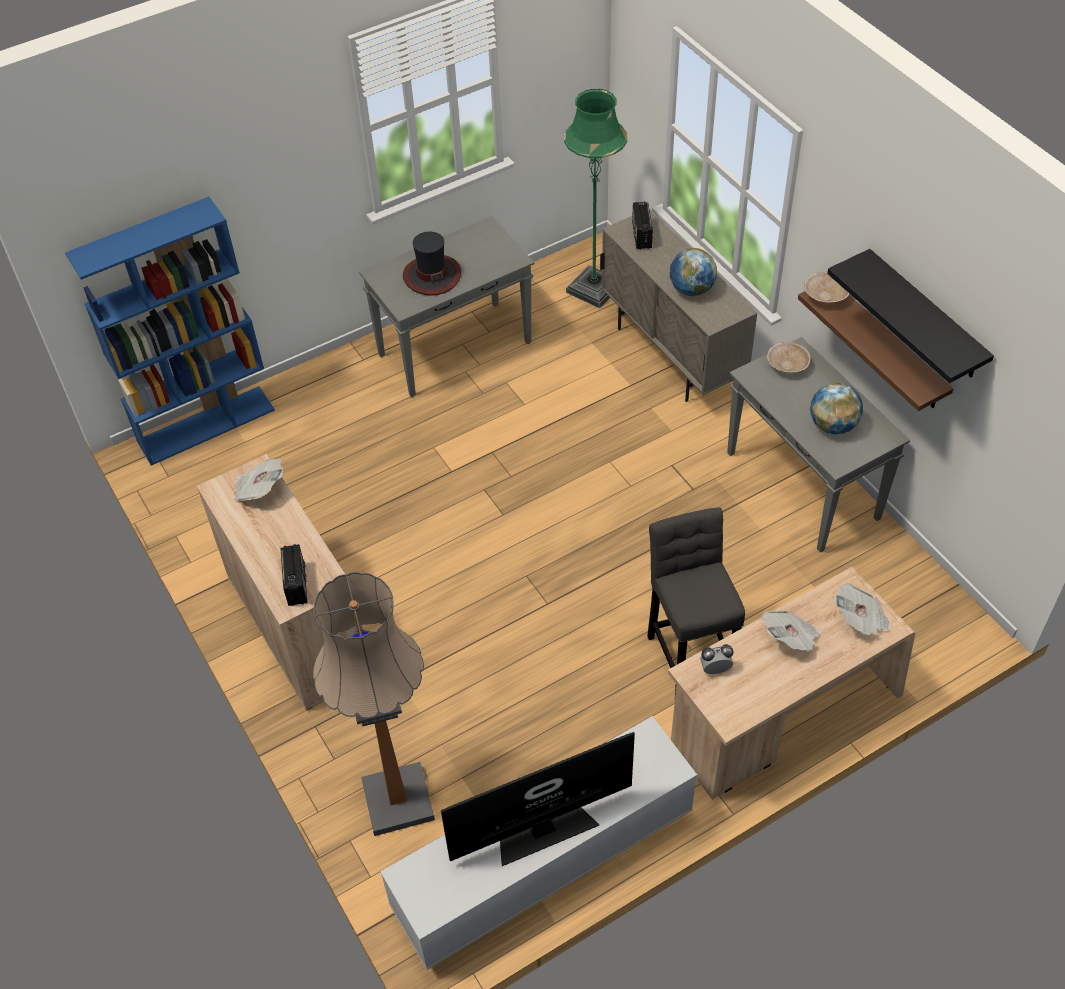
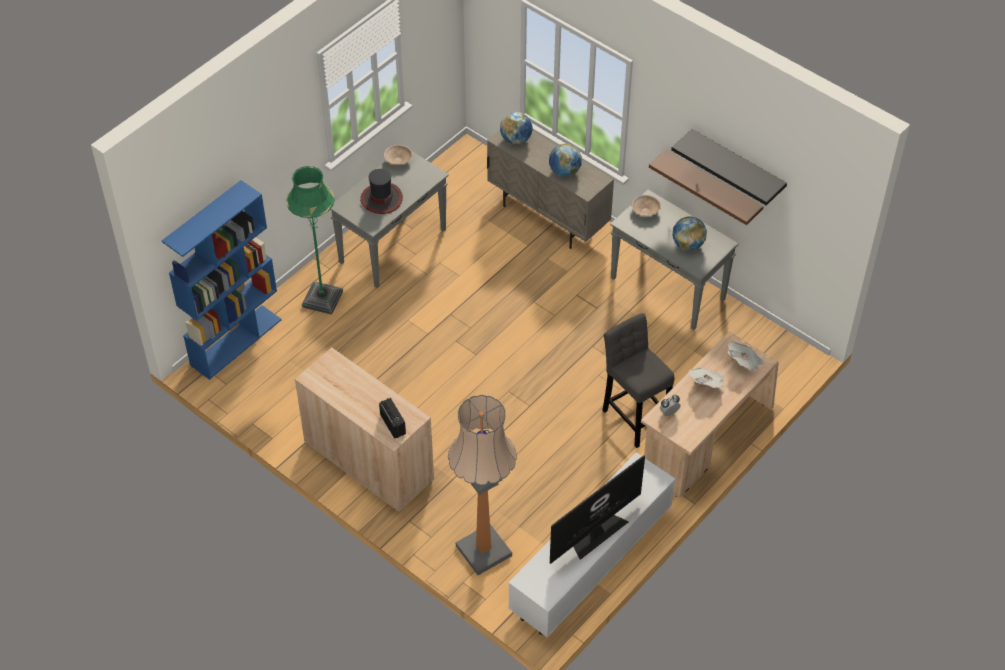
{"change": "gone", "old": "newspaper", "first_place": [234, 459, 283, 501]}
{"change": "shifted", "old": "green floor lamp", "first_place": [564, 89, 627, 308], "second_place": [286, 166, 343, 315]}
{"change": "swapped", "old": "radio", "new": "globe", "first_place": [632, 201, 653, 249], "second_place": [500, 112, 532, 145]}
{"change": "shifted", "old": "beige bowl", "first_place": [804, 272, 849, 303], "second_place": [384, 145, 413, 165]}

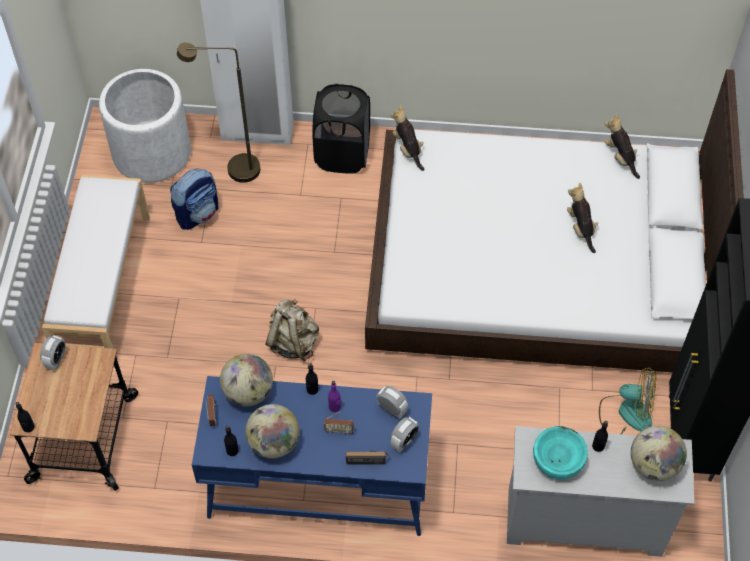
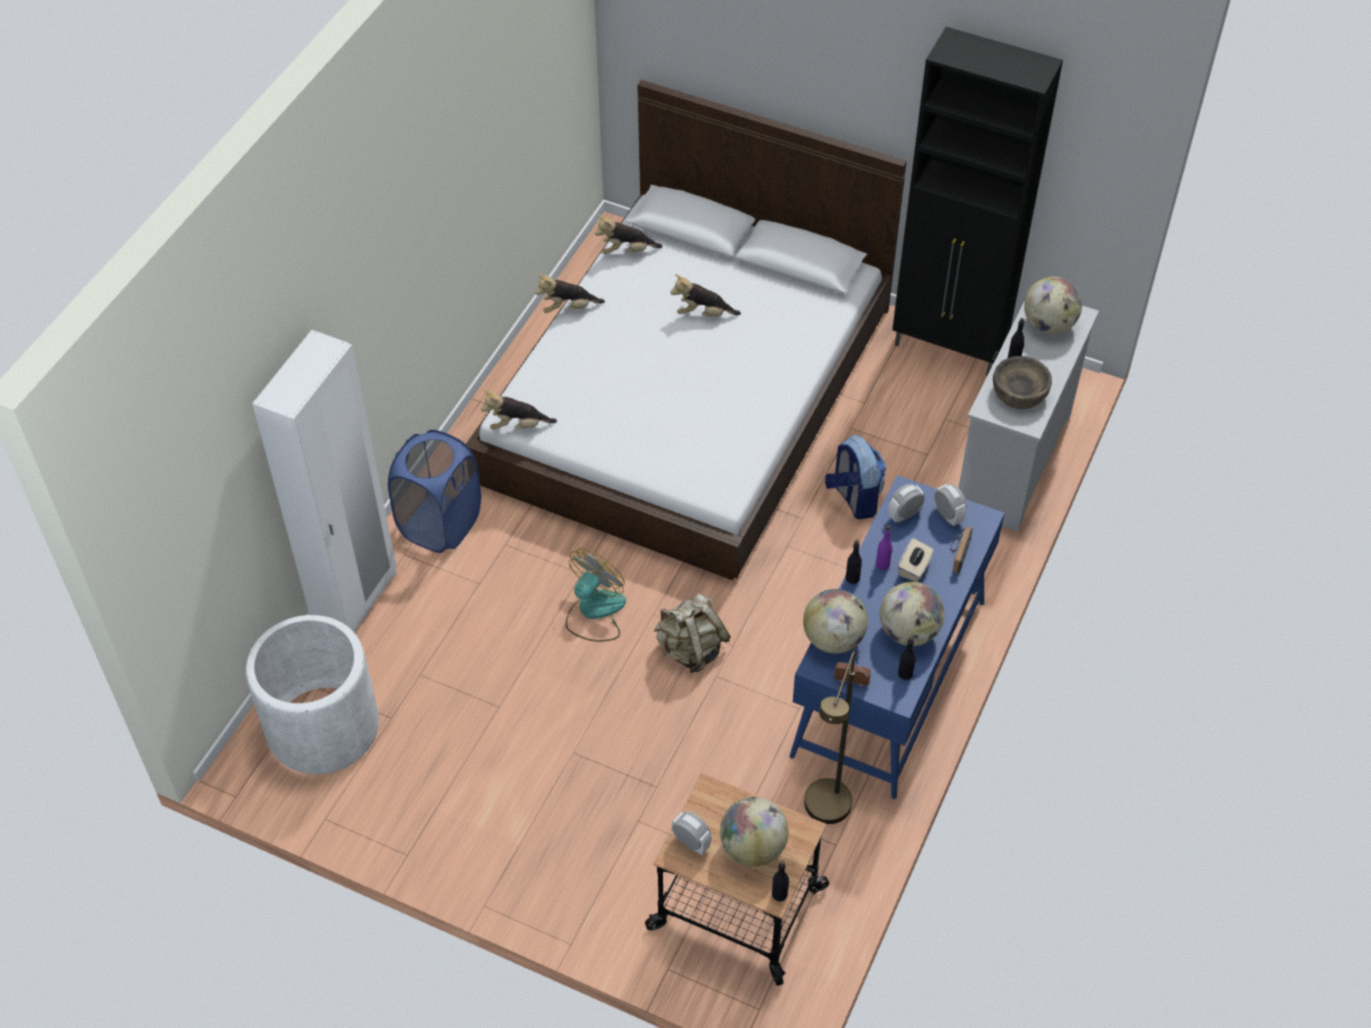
{"change": "gone", "old": "white bench", "first_place": [42, 175, 150, 367]}
{"change": "shifted", "old": "backpack", "first_place": [170, 169, 218, 230], "second_place": [825, 435, 886, 519]}
{"change": "shifted", "old": "brown floor lamp", "first_place": [177, 42, 260, 183], "second_place": [804, 650, 856, 824]}
{"change": "repainted", "old": "black laundry basket", "new": "blue laundry basket", "first_place": [312, 84, 370, 174], "second_place": [388, 430, 481, 553]}
{"change": "swapped", "old": "radio", "new": "beige tissue box", "first_place": [324, 411, 354, 435], "second_place": [898, 538, 933, 582]}
{"change": "repainted", "old": "turquoise bowl", "new": "brown bowl", "first_place": [533, 426, 588, 479], "second_place": [993, 356, 1052, 409]}
{"change": "shifted", "old": "fan", "first_place": [599, 367, 656, 434], "second_place": [566, 548, 626, 642]}
{"change": "new", "new": "plush toy", "second_place": [535, 274, 605, 313]}
{"change": "new", "new": "globe", "second_place": [720, 797, 789, 866]}

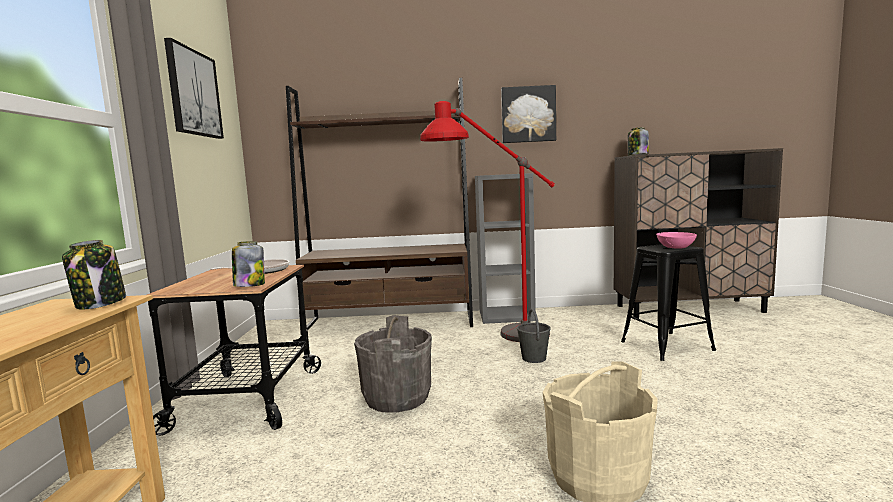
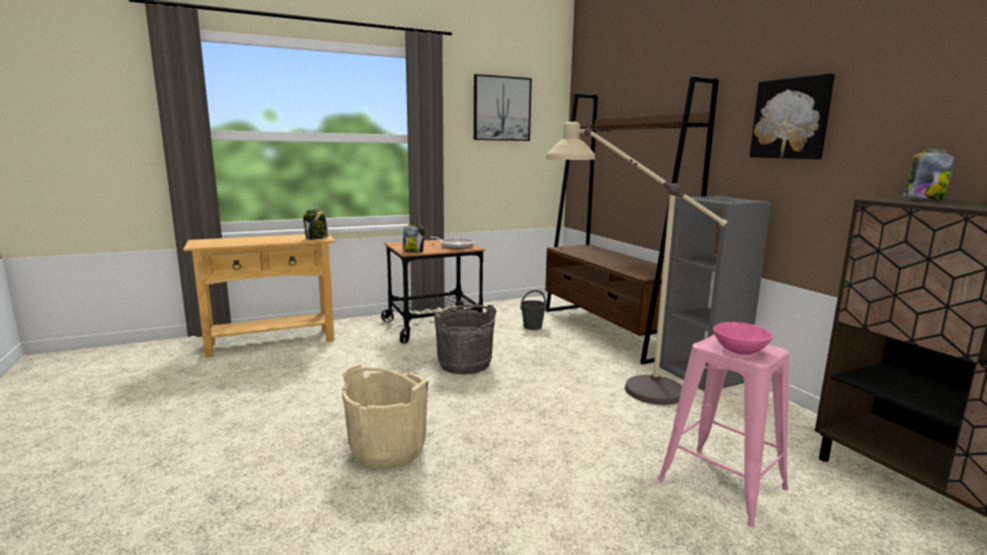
{"change": "repainted", "old": "red floor lamp", "new": "beige floor lamp", "first_place": [420, 101, 555, 342], "second_place": [546, 122, 728, 405]}
{"change": "shifted", "old": "grey bucket", "first_place": [517, 308, 551, 363], "second_place": [521, 290, 546, 330]}
{"change": "repainted", "old": "black stool", "new": "pink stool", "first_place": [621, 244, 716, 361], "second_place": [658, 334, 789, 528]}

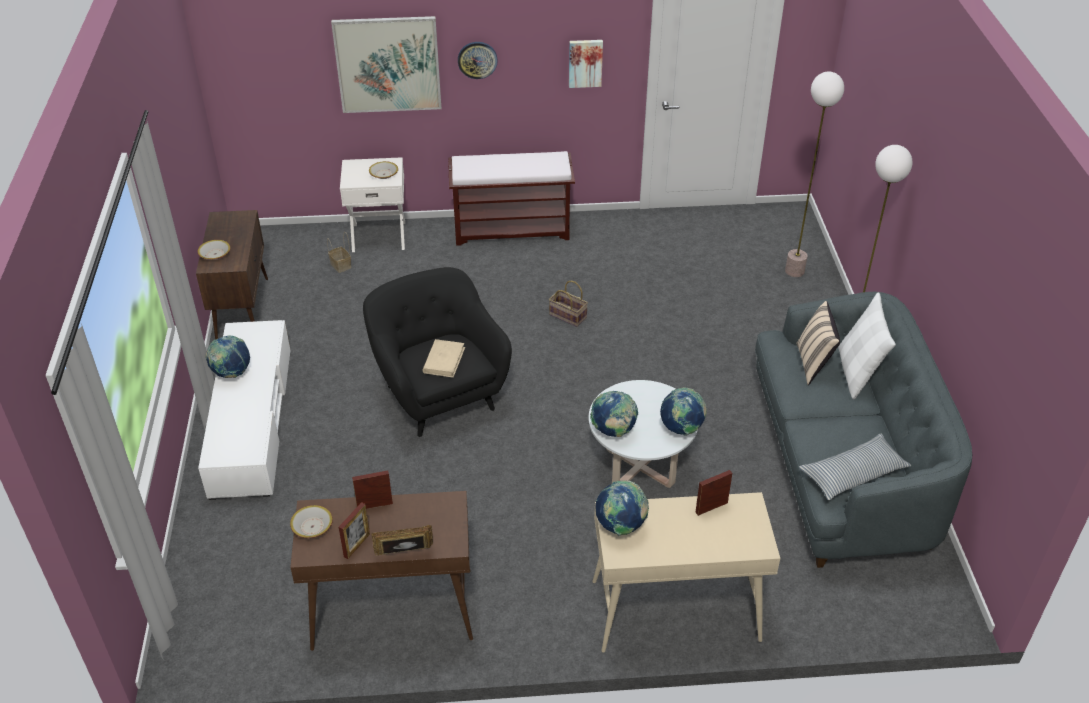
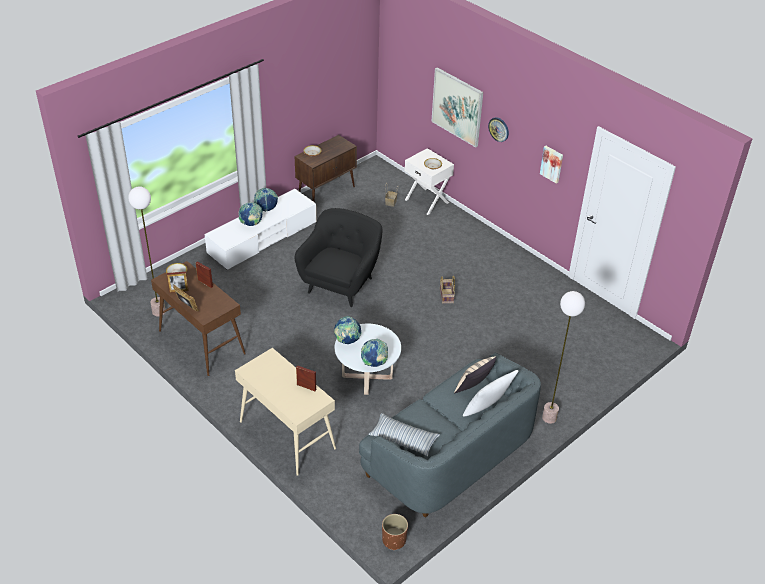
{"change": "gone", "old": "beige book", "first_place": [422, 339, 465, 378]}
{"change": "gone", "old": "brown bench", "first_place": [448, 151, 575, 246]}
{"change": "shifted", "old": "globe", "first_place": [595, 481, 649, 536], "second_place": [239, 202, 263, 226]}
{"change": "shifted", "old": "floor lamp", "first_place": [785, 71, 844, 277], "second_place": [128, 186, 165, 316]}
{"change": "new", "new": "brown planter", "second_place": [382, 514, 408, 550]}

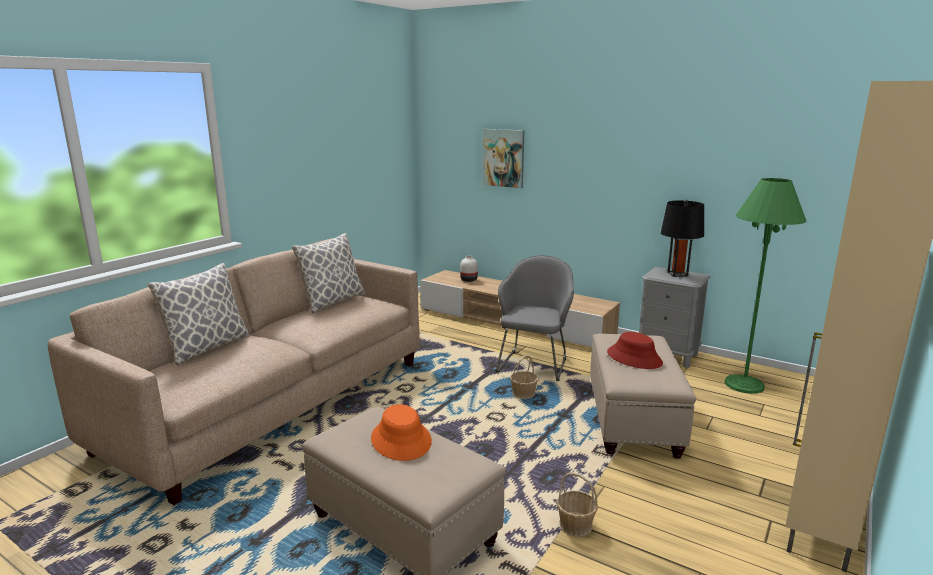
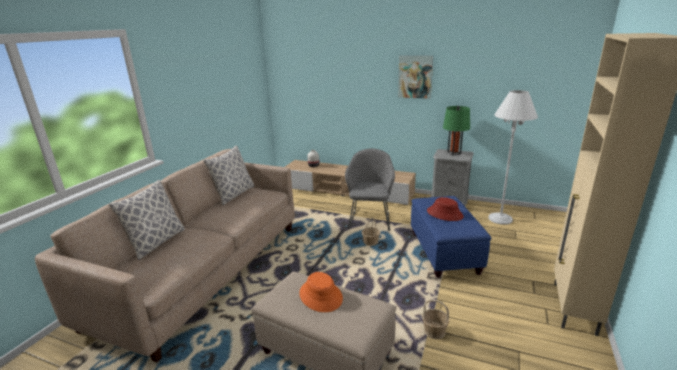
{"change": "shifted", "old": "picture", "first_place": [482, 129, 525, 188], "second_place": [398, 55, 433, 99]}
{"change": "repainted", "old": "beige ottoman", "new": "blue ottoman", "first_place": [590, 334, 696, 459], "second_place": [411, 196, 492, 278]}
{"change": "repainted", "old": "black table lamp", "new": "green table lamp", "first_place": [661, 200, 704, 277], "second_place": [443, 106, 470, 155]}
{"change": "repainted", "old": "green floor lamp", "new": "white floor lamp", "first_place": [724, 178, 806, 394], "second_place": [488, 90, 538, 225]}

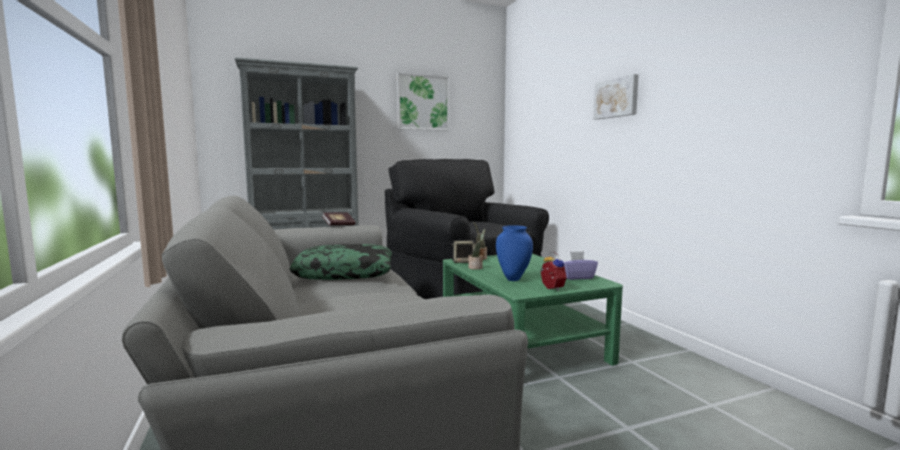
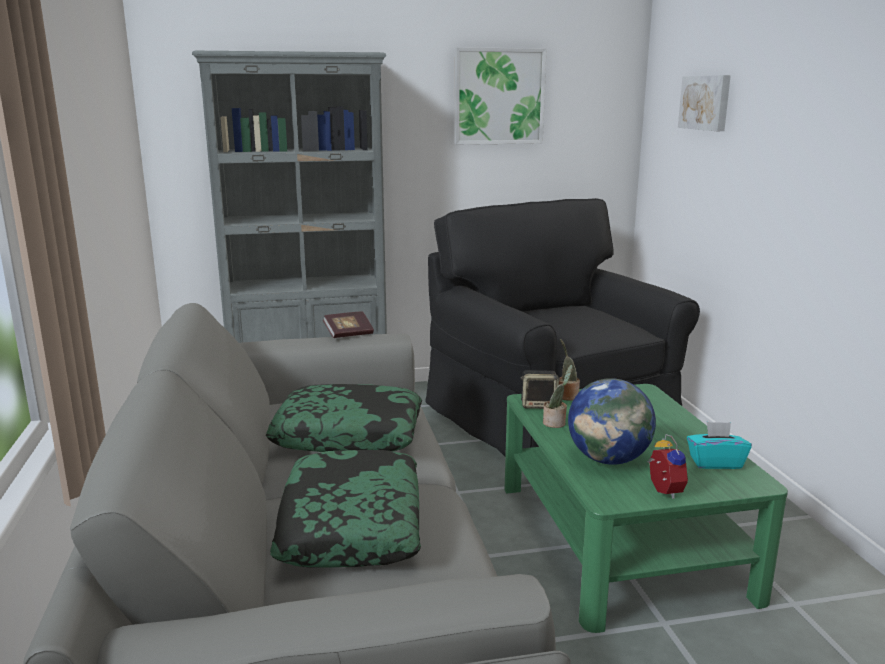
{"change": "swapped", "old": "blue vase", "new": "globe", "first_place": [496, 225, 533, 281], "second_place": [568, 378, 656, 465]}
{"change": "repainted", "old": "purple tissue box", "new": "turquoise tissue box", "first_place": [563, 251, 598, 280], "second_place": [687, 422, 752, 469]}
{"change": "shifted", "old": "picture", "first_place": [593, 74, 639, 120], "second_place": [678, 75, 731, 131]}
{"change": "new", "new": "pillow", "second_place": [270, 450, 421, 568]}

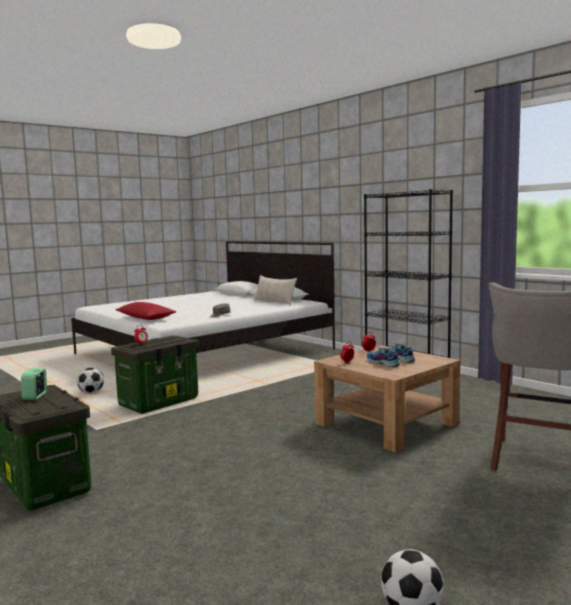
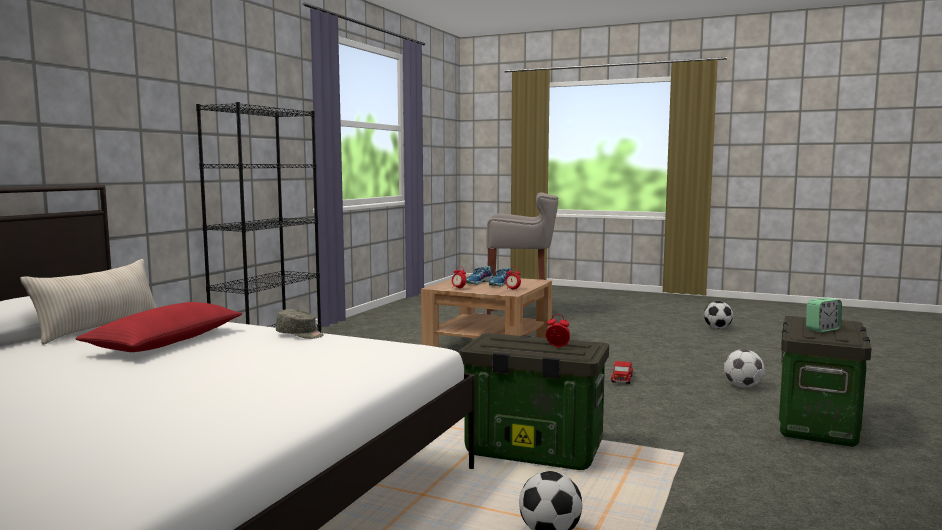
{"change": "shifted", "old": "red pillow", "first_place": [116, 302, 177, 320], "second_place": [75, 302, 242, 352]}
{"change": "new", "new": "toy truck", "second_place": [611, 361, 633, 384]}
{"change": "new", "new": "football", "second_place": [724, 349, 765, 388]}

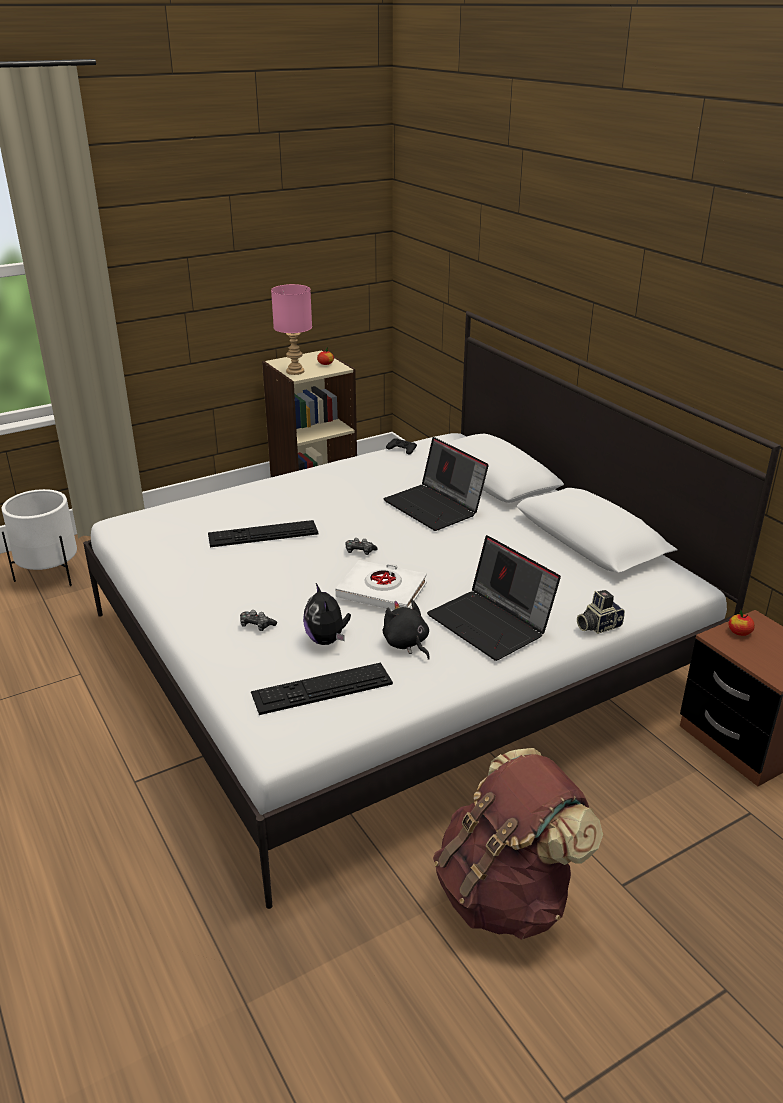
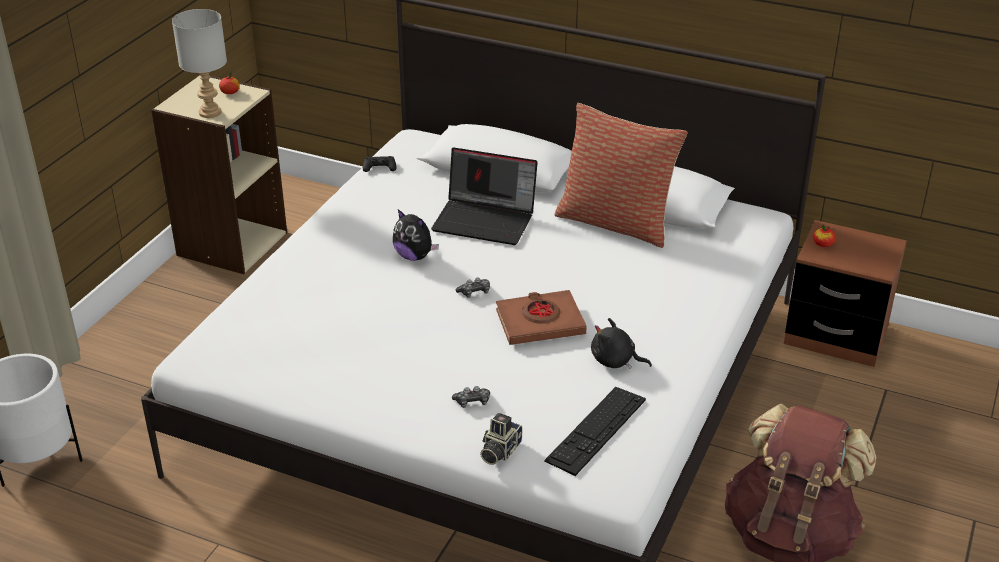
{"change": "gone", "old": "keyboard", "first_place": [208, 520, 318, 547]}
{"change": "repainted", "old": "pink table lamp", "new": "grey table lamp", "first_place": [271, 284, 312, 375], "second_place": [172, 9, 227, 118]}
{"change": "shifted", "old": "plush toy", "first_place": [303, 583, 351, 645], "second_place": [393, 209, 439, 261]}
{"change": "repainted", "old": "white book", "new": "brown book", "first_place": [335, 560, 427, 610], "second_place": [496, 290, 587, 345]}
{"change": "gone", "old": "laptop", "first_place": [427, 535, 561, 661]}
{"change": "shifted", "old": "photo camera", "first_place": [577, 590, 625, 634], "second_place": [480, 413, 522, 465]}
{"change": "new", "new": "pillow", "second_place": [555, 103, 688, 248]}

